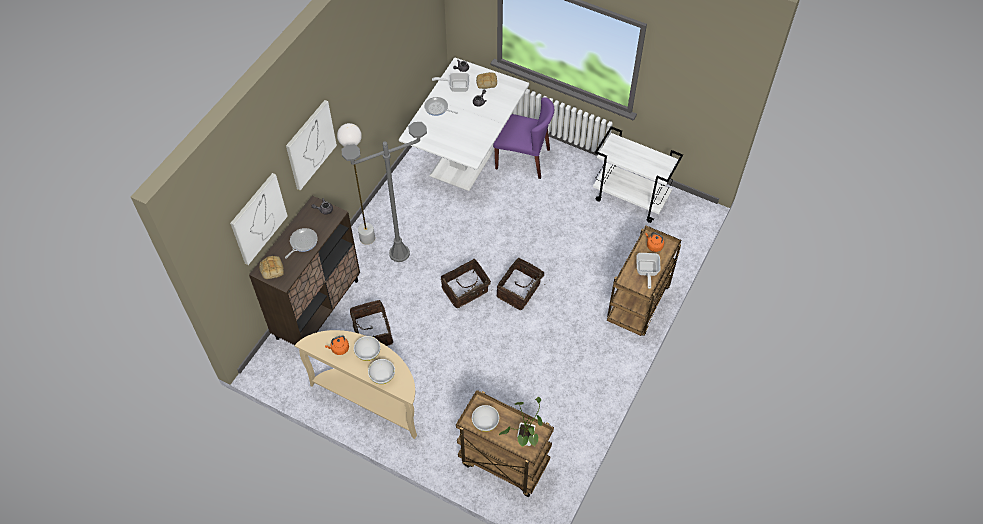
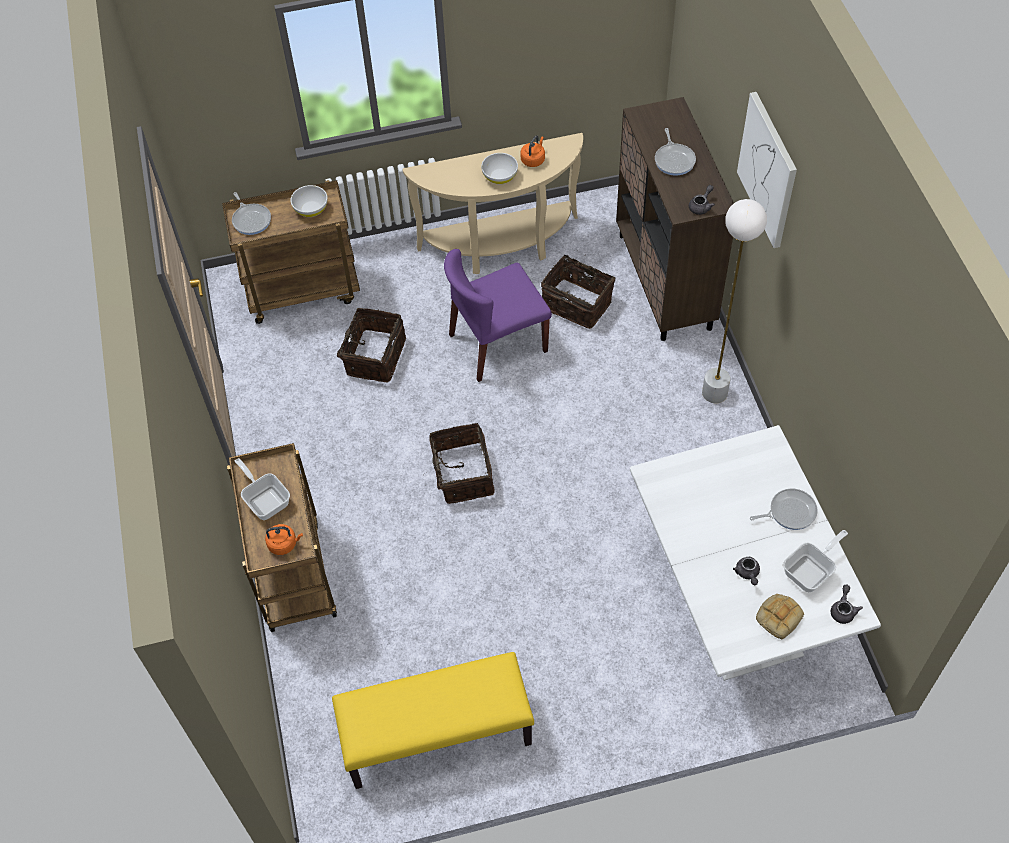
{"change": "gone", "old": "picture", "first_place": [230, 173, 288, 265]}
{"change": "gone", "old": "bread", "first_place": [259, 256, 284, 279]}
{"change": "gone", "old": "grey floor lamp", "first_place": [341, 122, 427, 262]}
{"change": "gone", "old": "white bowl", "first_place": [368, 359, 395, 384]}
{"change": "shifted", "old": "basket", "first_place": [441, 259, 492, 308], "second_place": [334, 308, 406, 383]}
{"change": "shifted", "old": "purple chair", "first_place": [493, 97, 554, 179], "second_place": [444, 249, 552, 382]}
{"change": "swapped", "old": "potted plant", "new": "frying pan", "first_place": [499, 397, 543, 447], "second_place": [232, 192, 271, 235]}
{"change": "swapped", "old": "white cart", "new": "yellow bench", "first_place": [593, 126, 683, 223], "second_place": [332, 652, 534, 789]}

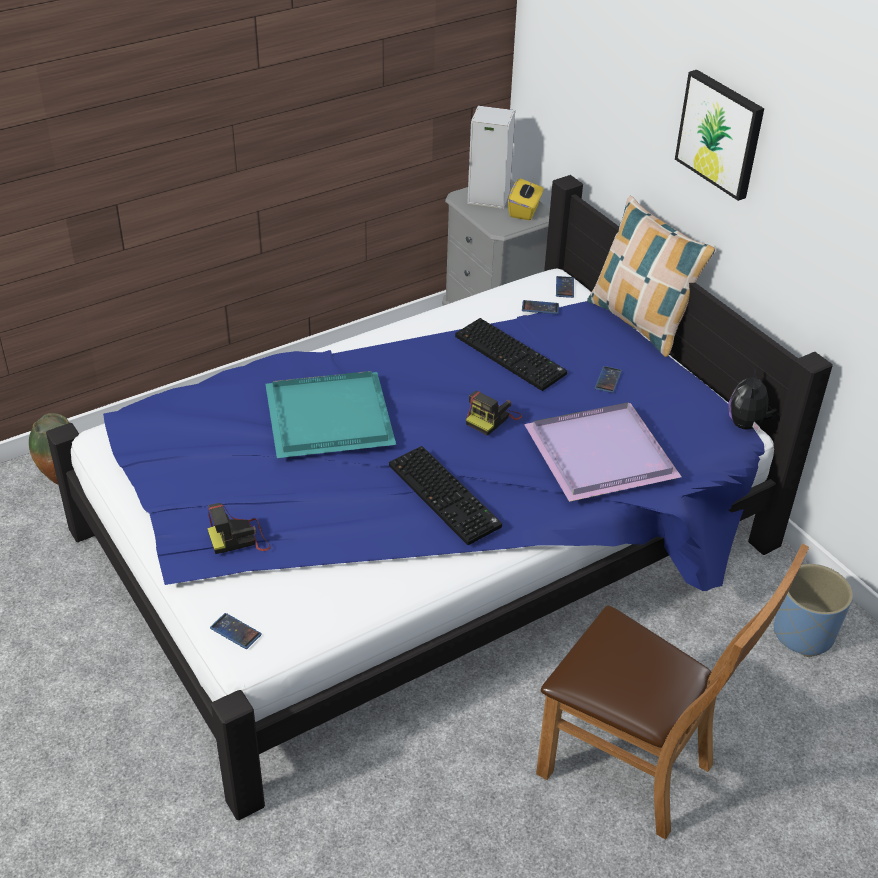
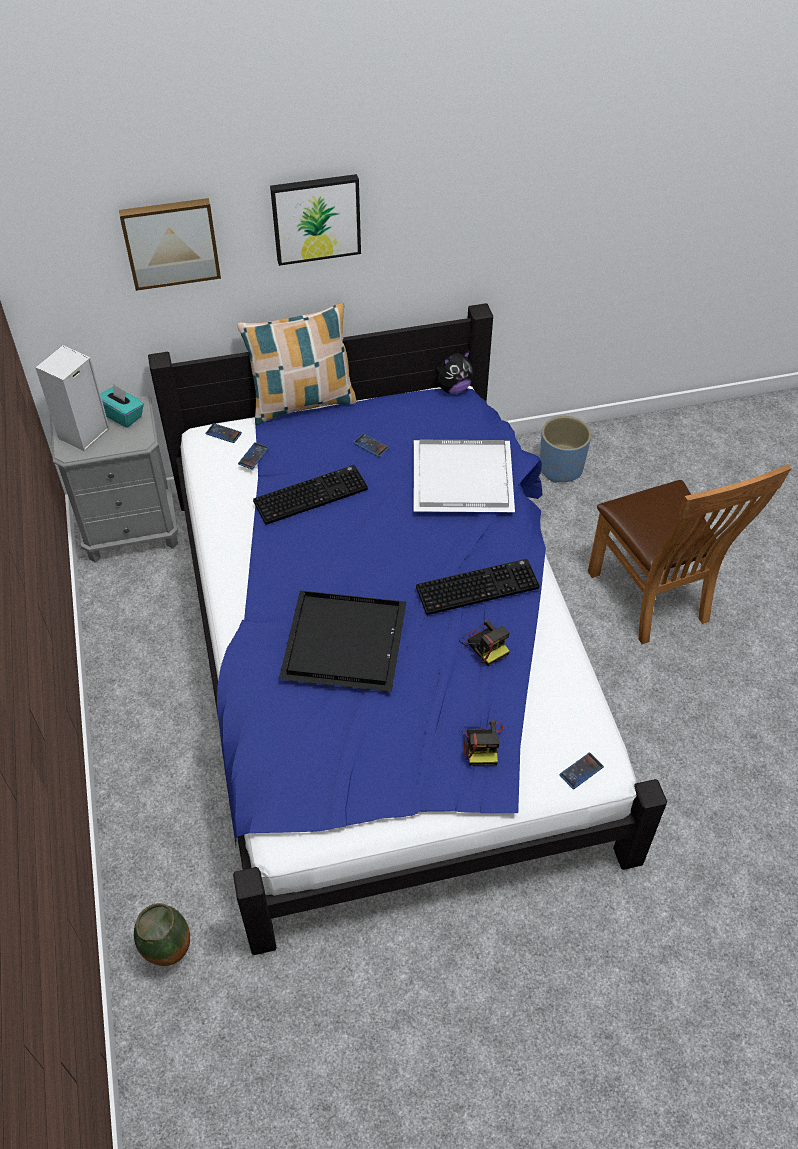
{"change": "repainted", "old": "turquoise tray", "new": "black tray", "first_place": [265, 371, 396, 458], "second_place": [279, 591, 406, 692]}
{"change": "shifted", "old": "photo camera", "first_place": [466, 391, 522, 436], "second_place": [459, 619, 510, 666]}
{"change": "repainted", "old": "yellow tissue box", "new": "turquoise tissue box", "first_place": [508, 178, 544, 220], "second_place": [100, 384, 144, 428]}
{"change": "repainted", "old": "purple tray", "new": "white tray", "first_place": [524, 402, 681, 502], "second_place": [414, 440, 515, 512]}
{"change": "rotated", "old": "brown chair", "first_place": [536, 544, 809, 840], "second_place": [588, 465, 791, 644], "degrees": 105}
{"change": "rotated", "old": "plush toy", "first_place": [728, 369, 777, 432], "second_place": [435, 350, 474, 394], "degrees": -60}
{"change": "new", "new": "picture", "second_place": [119, 198, 221, 291]}

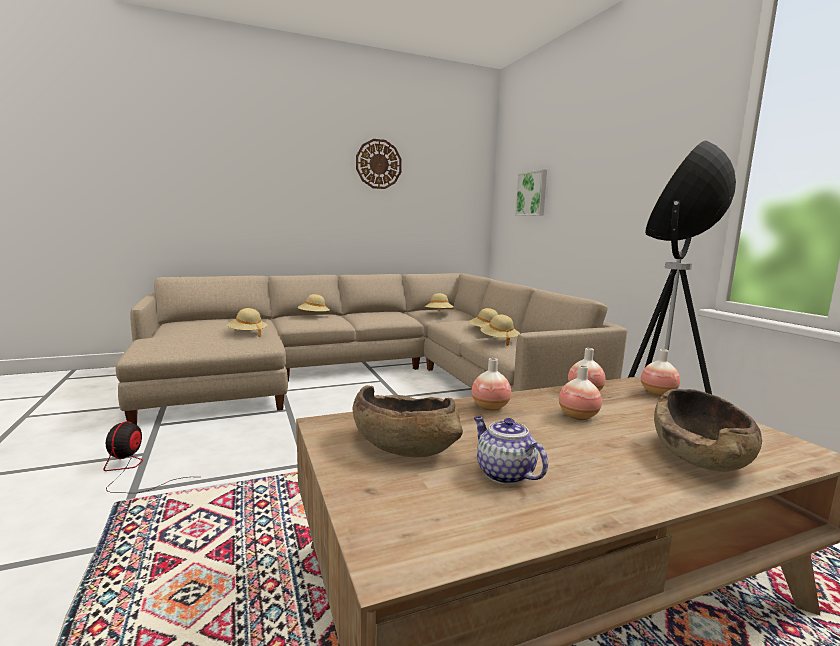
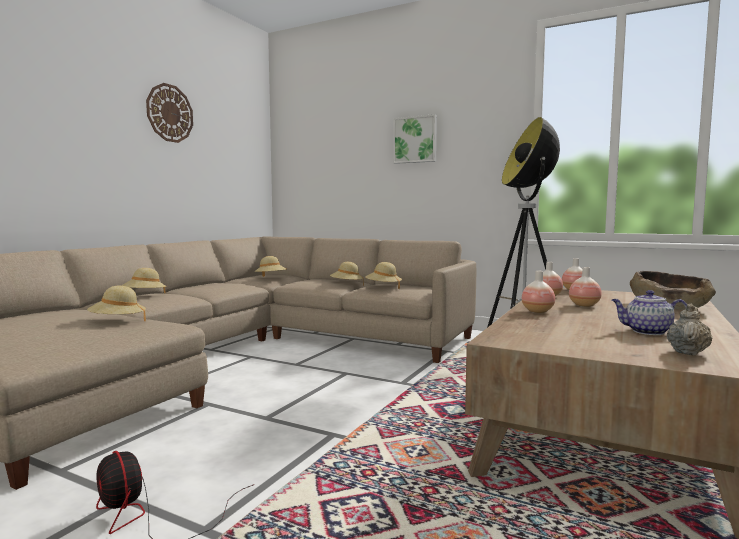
{"change": "gone", "old": "brown bowl", "first_place": [353, 385, 463, 458]}
{"change": "shifted", "old": "picture", "first_place": [515, 169, 547, 216], "second_place": [393, 114, 437, 164]}
{"change": "new", "new": "beige teapot", "second_place": [667, 304, 713, 356]}

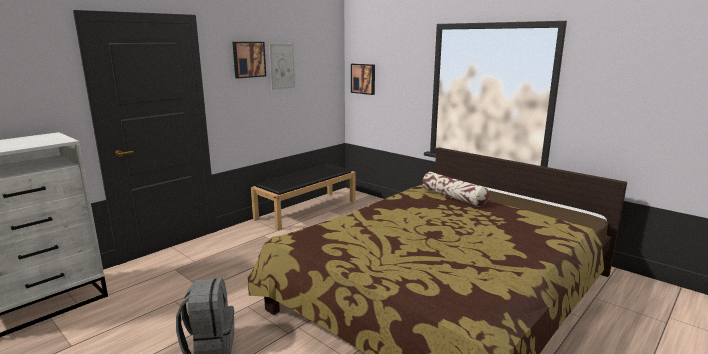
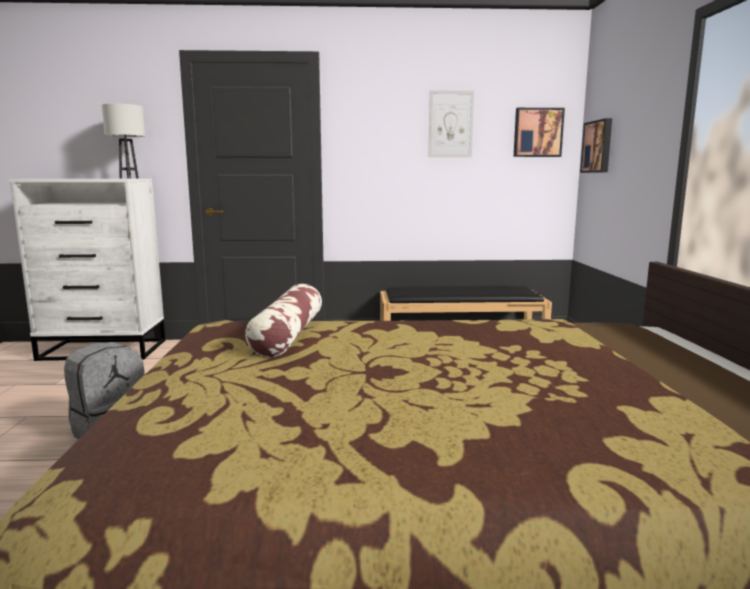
{"change": "shifted", "old": "picture", "first_place": [233, 42, 266, 78], "second_place": [514, 108, 565, 157]}
{"change": "shifted", "old": "pillow", "first_place": [422, 172, 489, 207], "second_place": [245, 284, 322, 357]}
{"change": "new", "new": "white table lamp", "second_place": [102, 104, 145, 178]}

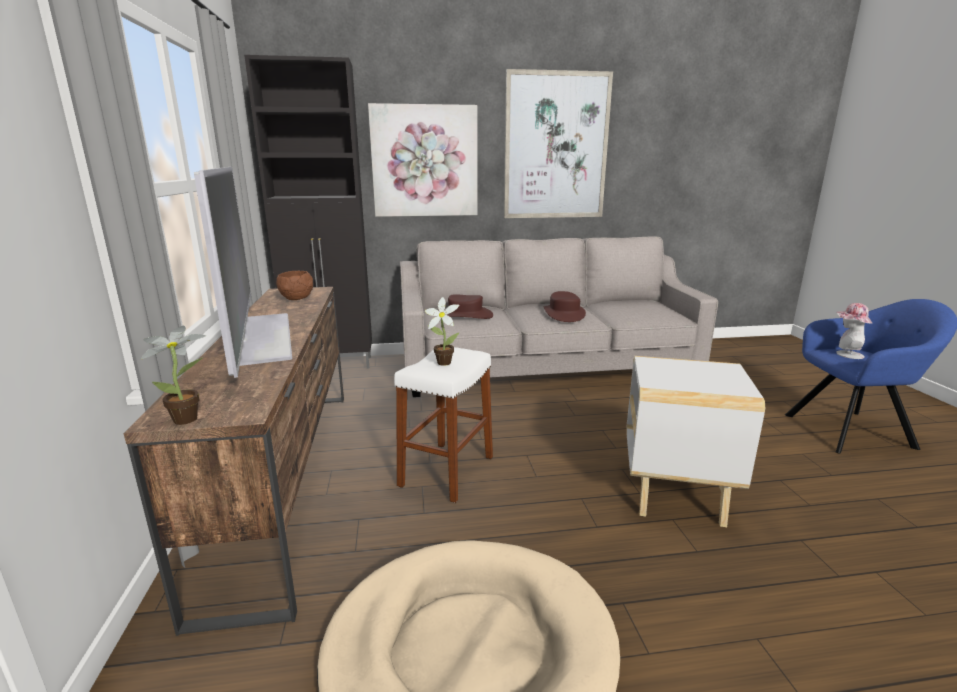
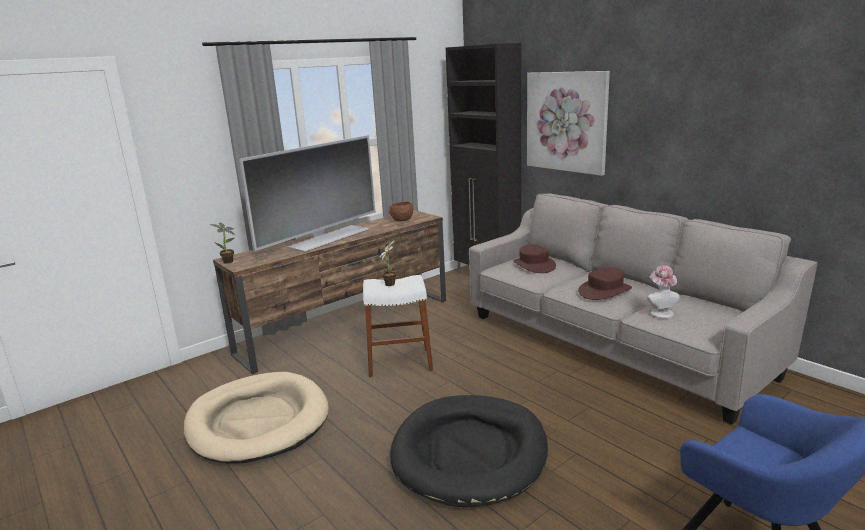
{"change": "gone", "old": "picture", "first_place": [504, 69, 613, 218]}
{"change": "swapped", "old": "white side table", "new": "black dog bed", "first_place": [626, 356, 765, 527], "second_place": [390, 395, 548, 507]}
{"change": "shifted", "old": "hat", "first_place": [836, 303, 872, 359], "second_place": [647, 265, 680, 318]}

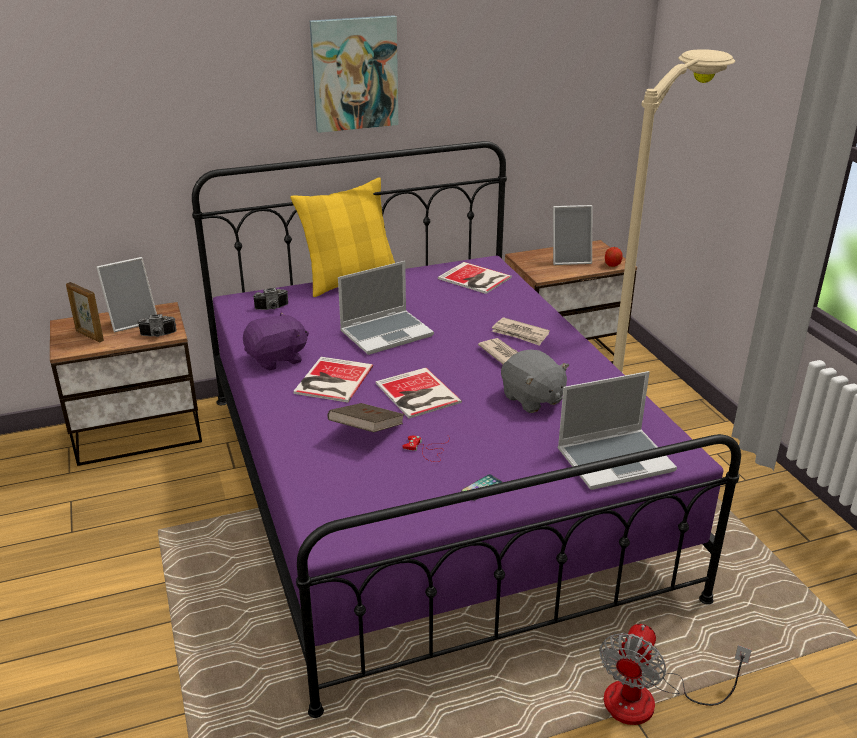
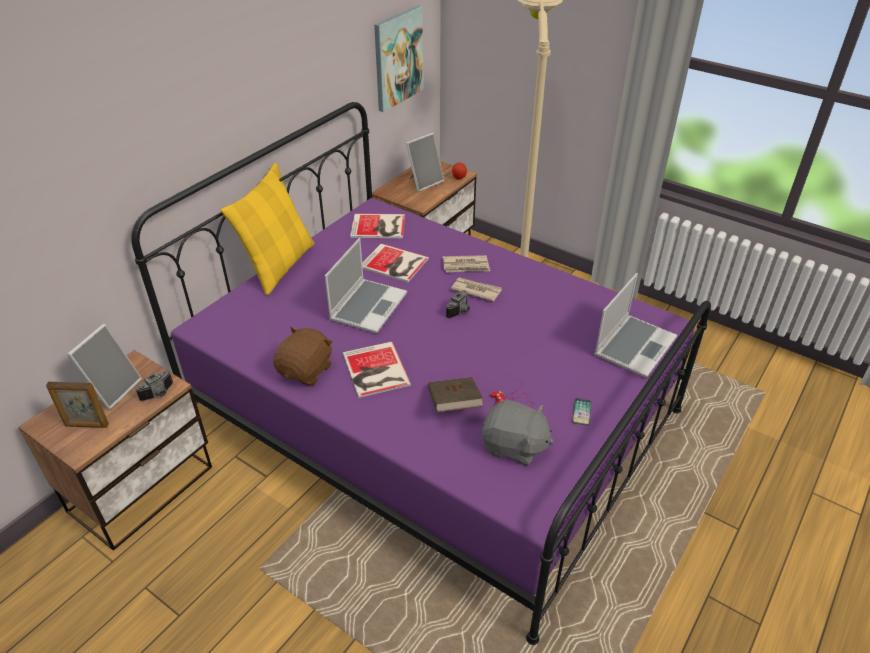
{"change": "repainted", "old": "purple plush toy", "new": "brown plush toy", "first_place": [243, 312, 309, 371], "second_place": [273, 327, 333, 385]}
{"change": "shifted", "old": "photo camera", "first_place": [253, 288, 288, 310], "second_place": [446, 290, 470, 318]}
{"change": "shifted", "old": "picture", "first_place": [310, 15, 398, 133], "second_place": [374, 6, 423, 112]}
{"change": "shifted", "old": "book", "first_place": [376, 368, 462, 418], "second_place": [362, 244, 429, 282]}
{"change": "shifted", "old": "grey plush toy", "first_place": [501, 350, 569, 413], "second_place": [482, 400, 554, 466]}
{"change": "gone", "old": "fan", "first_place": [599, 624, 752, 725]}

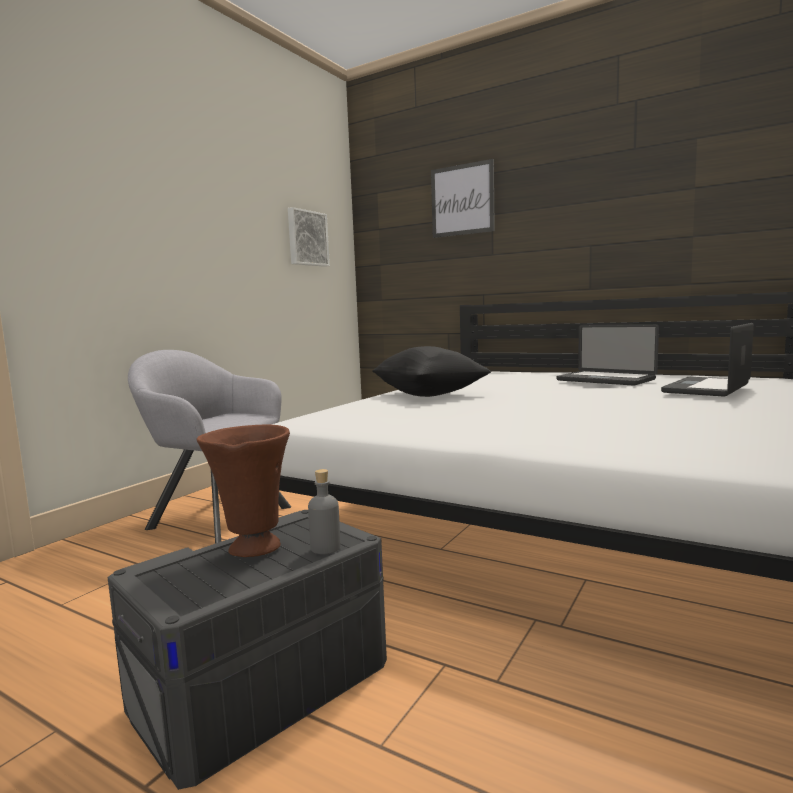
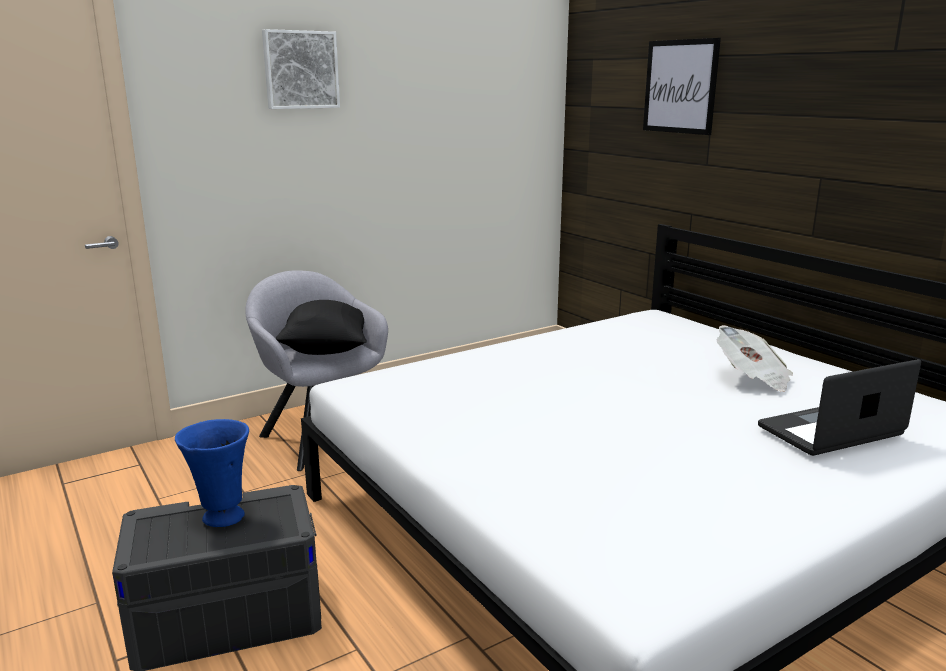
{"change": "repainted", "old": "brown vase", "new": "blue vase", "first_place": [197, 424, 290, 557], "second_place": [175, 419, 249, 527]}
{"change": "shifted", "old": "picture", "first_place": [288, 207, 330, 267], "second_place": [262, 29, 340, 109]}
{"change": "gone", "old": "grey bottle", "first_place": [308, 469, 340, 554]}
{"change": "shifted", "old": "black pillow", "first_place": [372, 346, 491, 397], "second_place": [276, 300, 367, 355]}
{"change": "swapped", "old": "laptop", "new": "newspaper", "first_place": [556, 324, 659, 386], "second_place": [716, 325, 793, 392]}

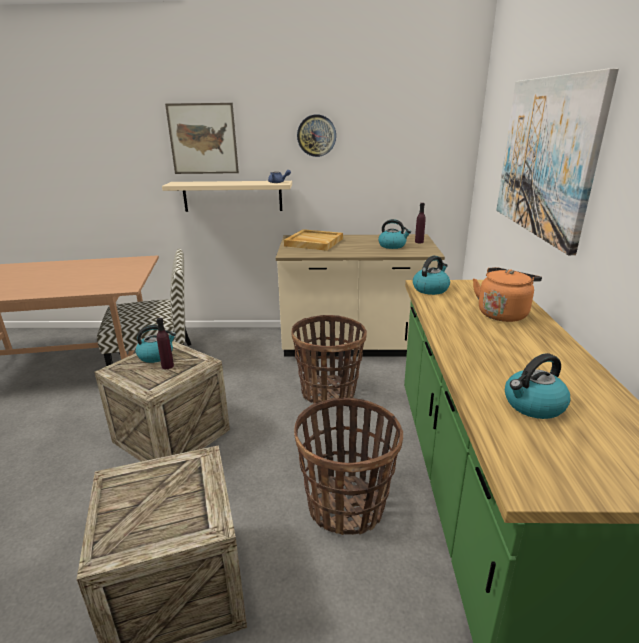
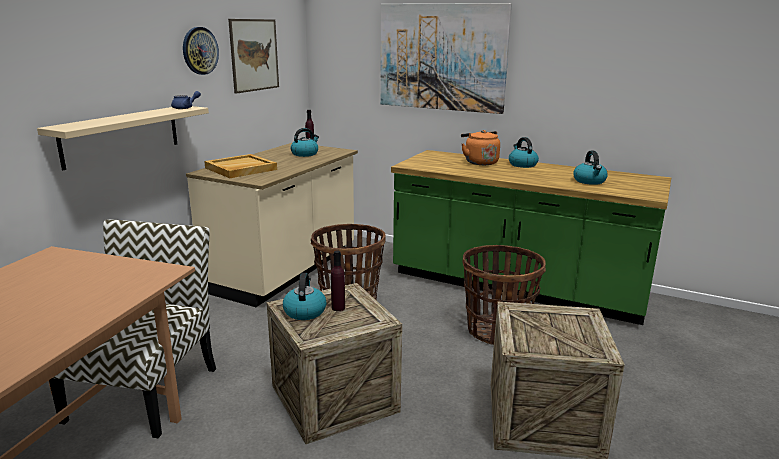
{"change": "shifted", "old": "picture", "first_place": [165, 103, 239, 174], "second_place": [228, 19, 279, 94]}
{"change": "shifted", "old": "kettle", "first_place": [413, 256, 450, 295], "second_place": [509, 137, 539, 168]}

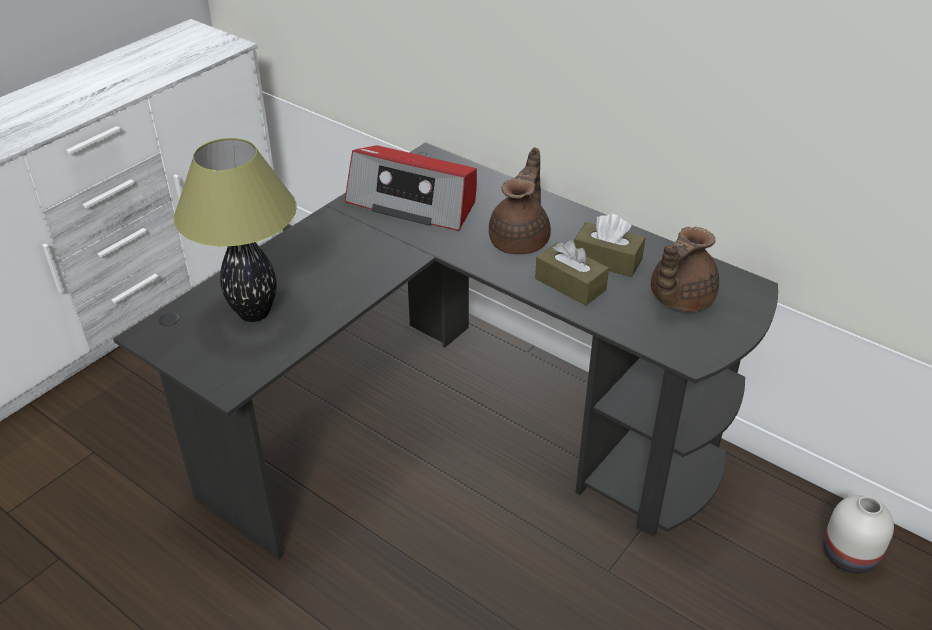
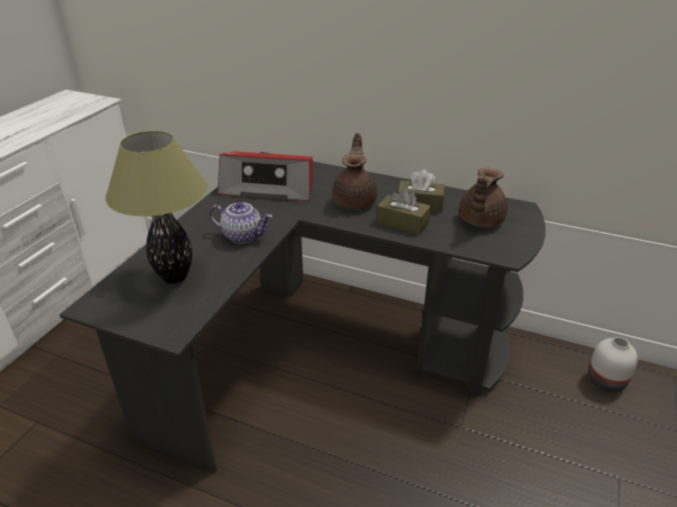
{"change": "new", "new": "teapot", "second_place": [209, 202, 272, 244]}

